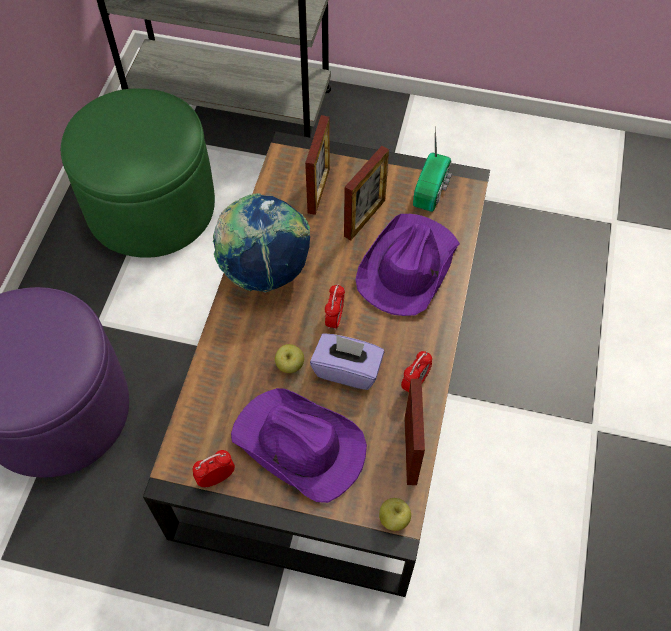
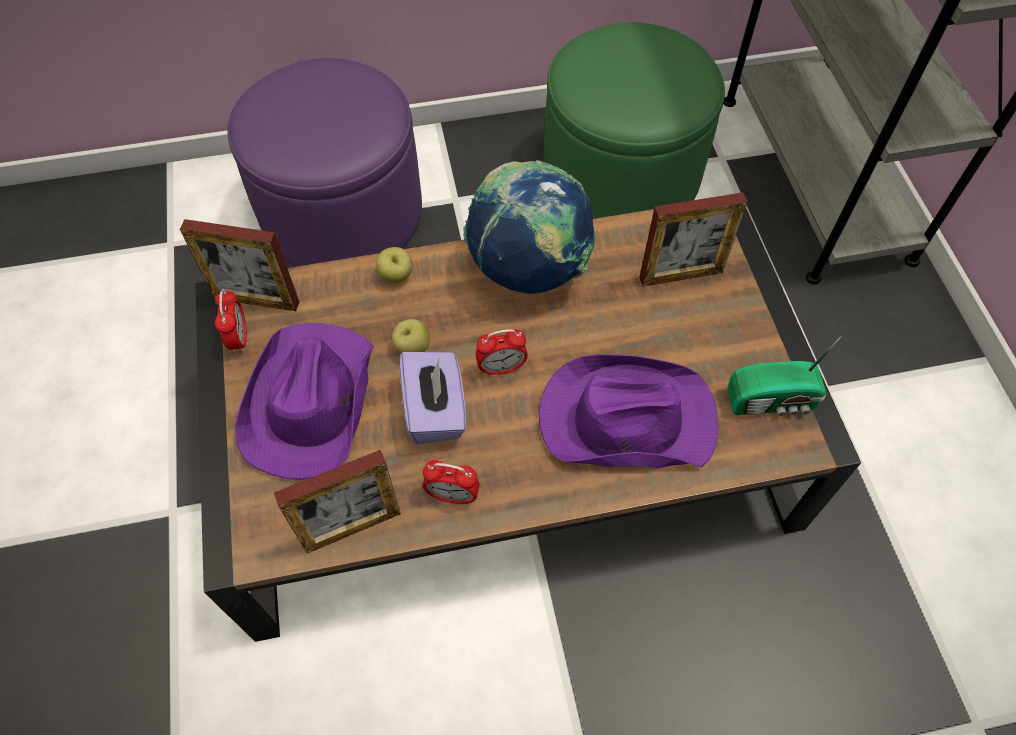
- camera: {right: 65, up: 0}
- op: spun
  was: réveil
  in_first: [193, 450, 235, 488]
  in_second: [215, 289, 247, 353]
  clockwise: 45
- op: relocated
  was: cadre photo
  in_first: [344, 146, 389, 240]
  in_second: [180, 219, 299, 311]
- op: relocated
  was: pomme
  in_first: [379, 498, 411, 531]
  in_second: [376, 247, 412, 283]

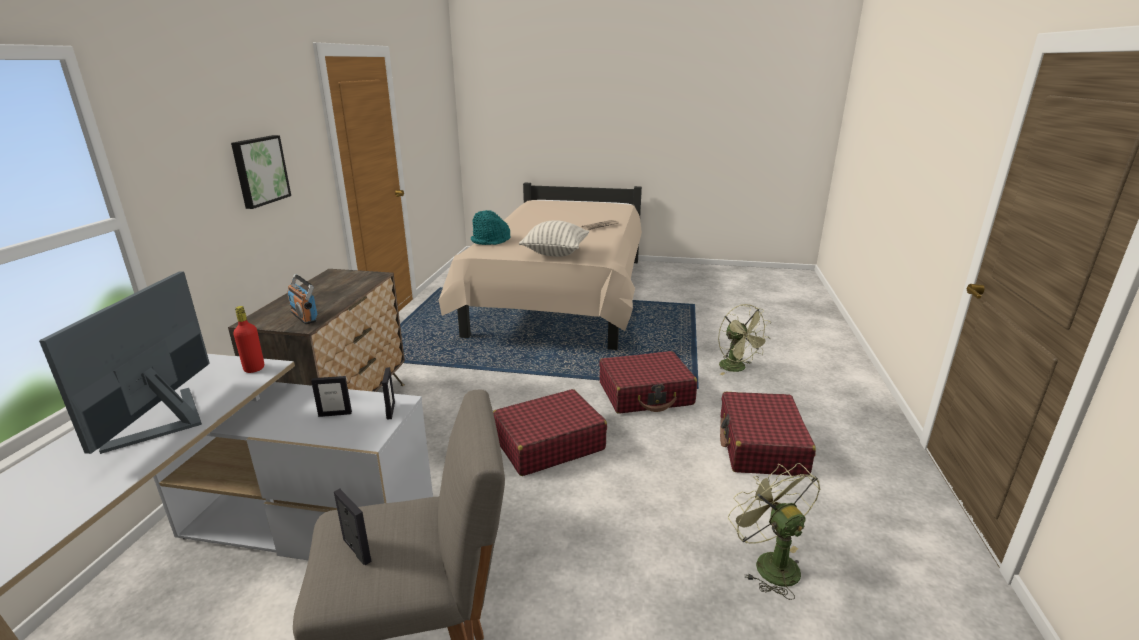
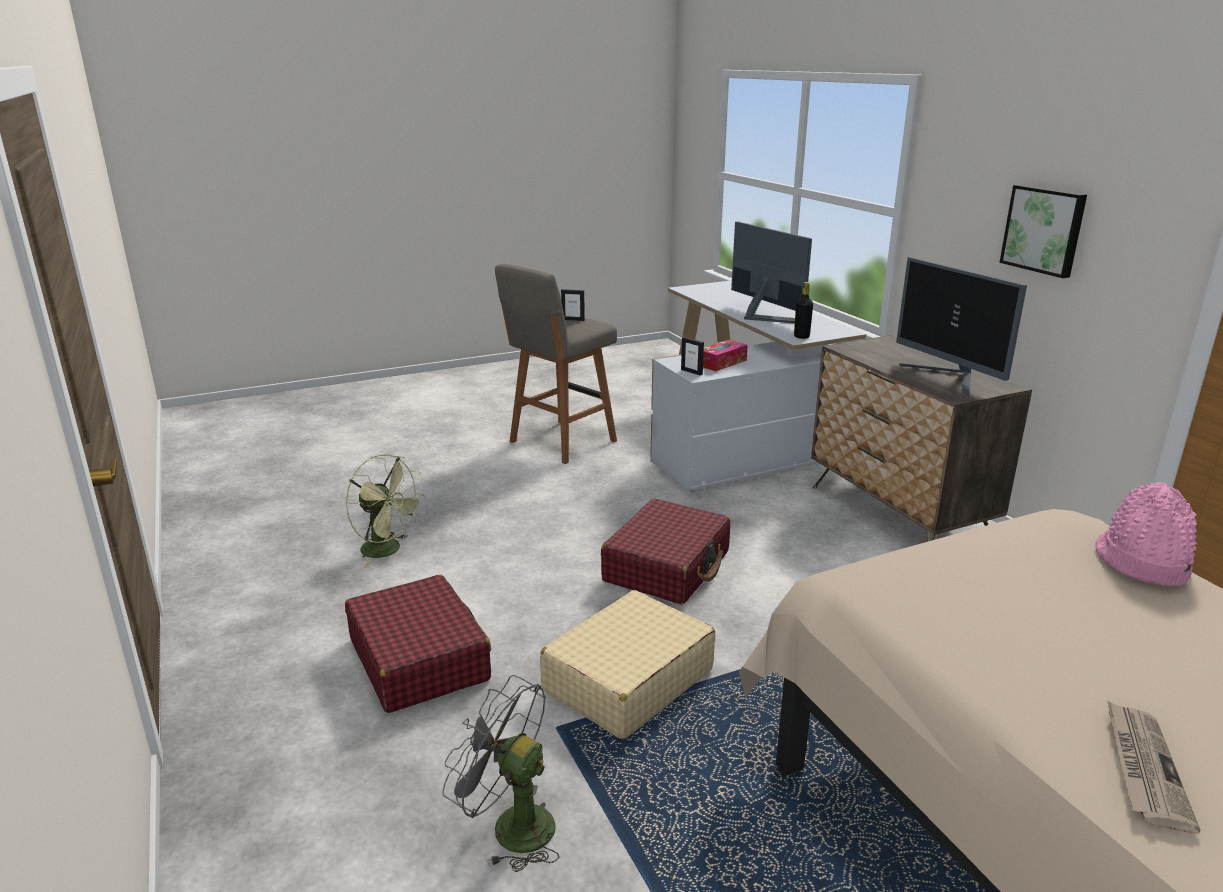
- camera: {right: 145, up: 0}
- op: colour
  was: bouteille [rouge]
  now: bouteille [noir]
  in_first: [233, 306, 264, 373]
  in_second: [794, 282, 813, 339]
- op: missing
  was: radio
  in_first: [287, 274, 317, 325]
- op: exchanged
  was: cadre photo
  now: boîte à mouchoirs
  in_first: [311, 376, 352, 417]
  in_second: [703, 340, 748, 371]
- op: colour
  was: chapeau [turquoise]
  now: chapeau [rose]
  in_first: [471, 210, 510, 245]
  in_second: [1095, 482, 1197, 586]
- op: missing
  was: coussin
  in_first: [519, 220, 589, 257]
- op: colour
  was: valise [rouge]
  now: valise [beige]
  in_first: [599, 351, 697, 414]
  in_second: [540, 590, 715, 739]
- op: colour
  was: ventilateur [vert]
  now: ventilateur [gris]
  in_first: [718, 304, 771, 375]
  in_second: [443, 675, 559, 872]
- op: appeared
  now: écran d'ordinateur
  in_second: [896, 257, 1027, 395]

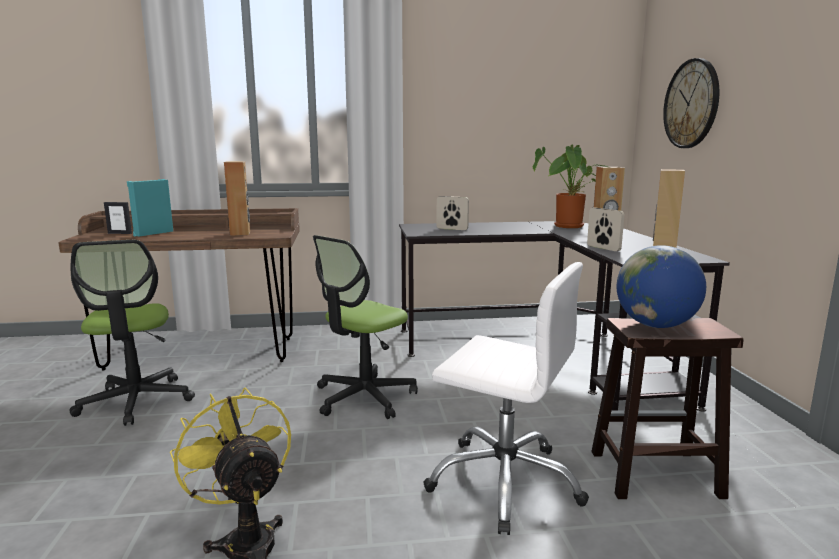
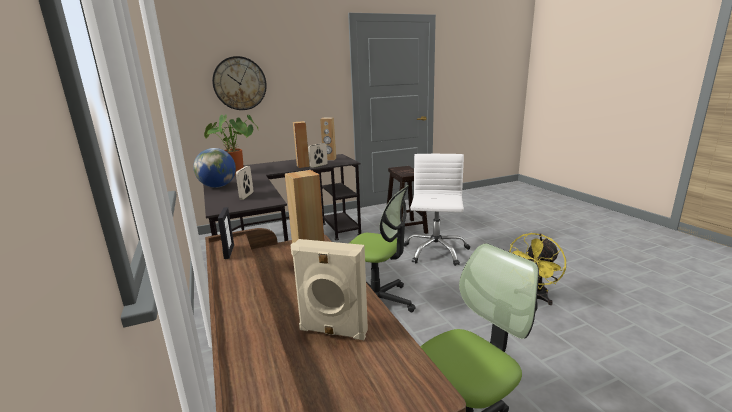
- camera: {right: -105, up: 5}
- op: relocated
  was: cadre photo
  in_first: [104, 202, 132, 234]
  in_second: [218, 207, 234, 259]
- op: colour
  was: enceinte [turquoise]
  now: enceinte [beige]
  in_first: [127, 179, 173, 237]
  in_second: [290, 239, 368, 340]
- op: relocated
  was: globe
  in_first: [617, 245, 706, 328]
  in_second: [193, 148, 236, 188]

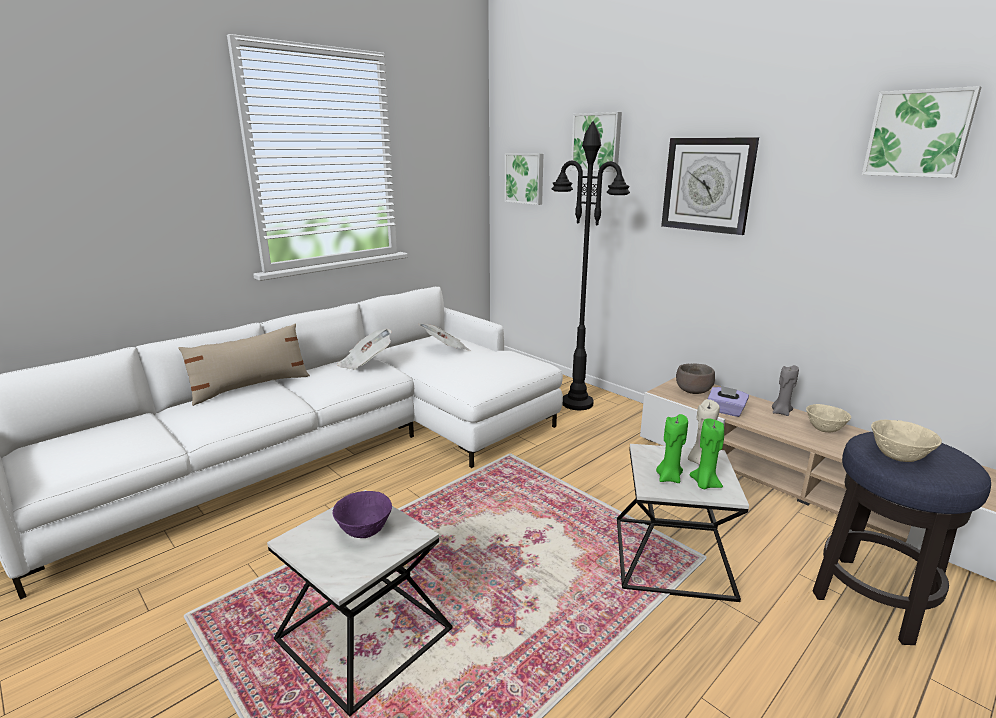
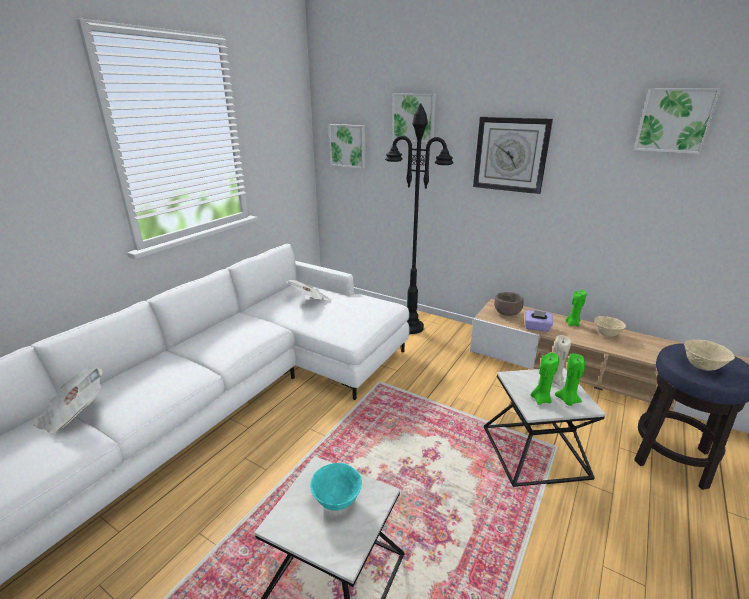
- camera: {right: -15, up: 5}
- op: missing
  was: coussin [beige]
  in_first: [178, 324, 310, 406]
- op: colour
  was: bol [violet]
  now: bol [turquoise]
  in_first: [333, 491, 392, 538]
  in_second: [310, 463, 362, 511]
- op: relocated
  was: journal
  in_first: [337, 329, 392, 370]
  in_second: [33, 368, 103, 434]
- op: colour
  was: bougie [gris]
  now: bougie [vert]
  in_first: [772, 365, 799, 416]
  in_second: [566, 290, 587, 326]

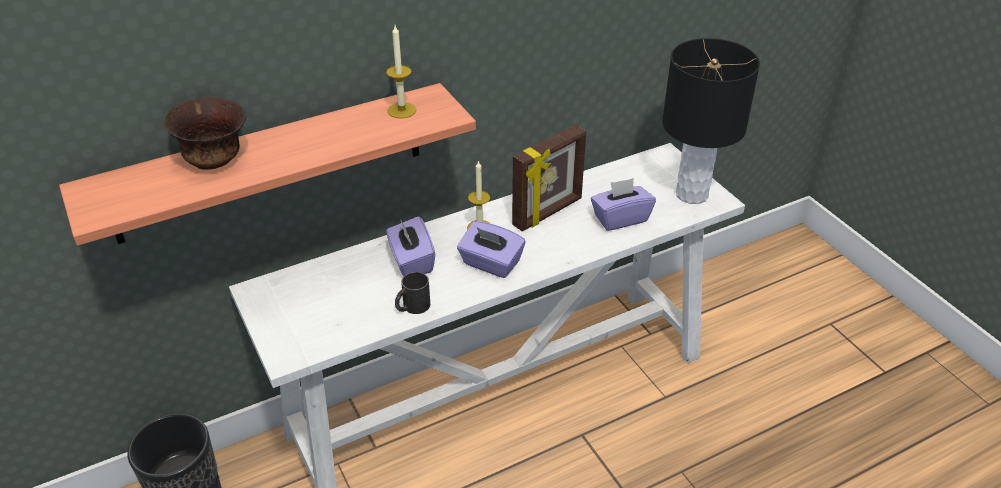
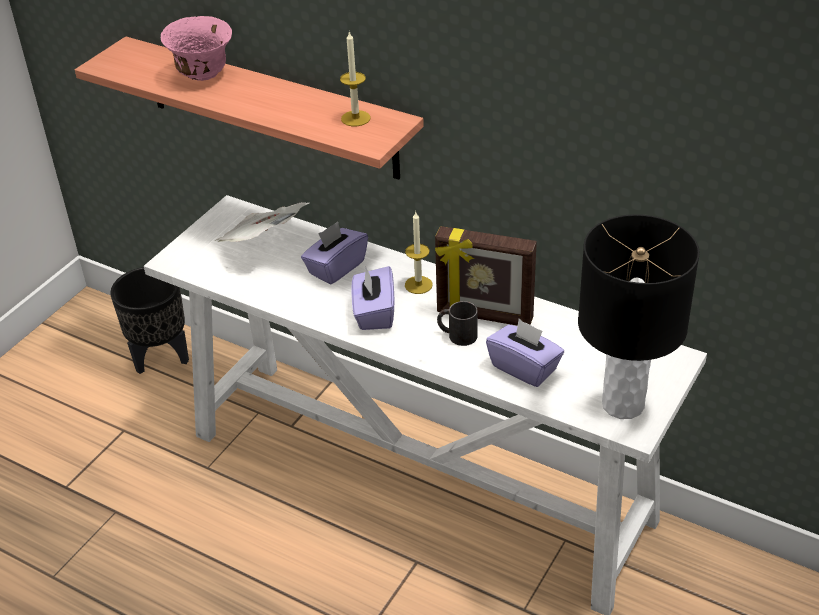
- camera: {right: 60, up: 0}
- op: colour
  was: bol [marron]
  now: bol [rose]
  in_first: [163, 97, 246, 170]
  in_second: [161, 16, 232, 81]
- op: relocated
  was: mug [noir]
  in_first: [395, 272, 430, 314]
  in_second: [437, 301, 478, 346]
- op: appeared
  now: journal
  in_second: [215, 202, 309, 242]

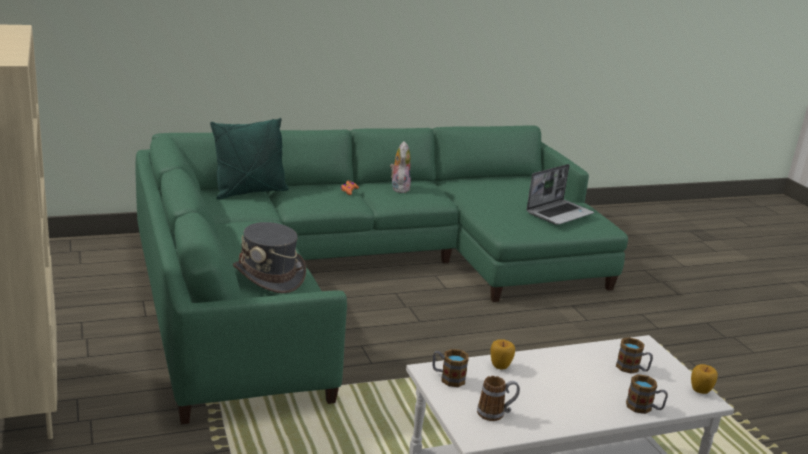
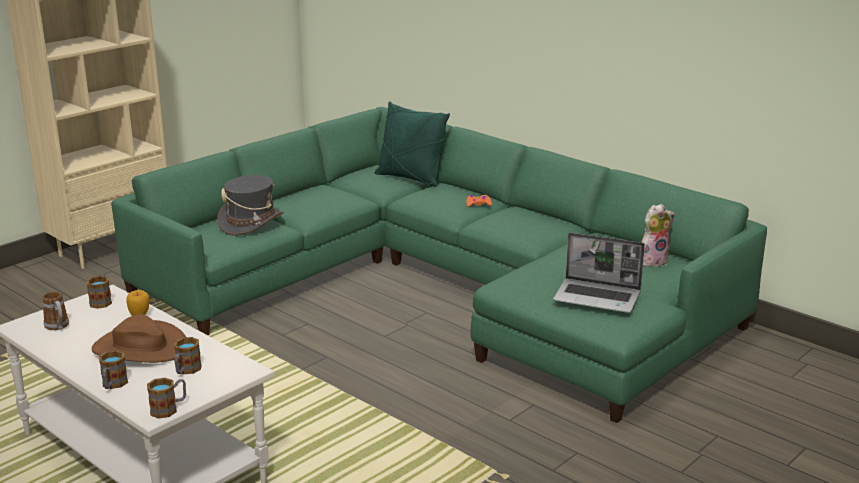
- camera: {right: 65, up: 0}
- op: relocated
  was: peluche
  in_first: [390, 141, 411, 193]
  in_second: [641, 204, 675, 267]
- op: exchanged
  was: pomme
  now: mug
  in_first: [691, 364, 718, 394]
  in_second: [147, 378, 186, 419]
- op: appeared
  now: chapeau [marron]
  in_second: [92, 314, 186, 363]

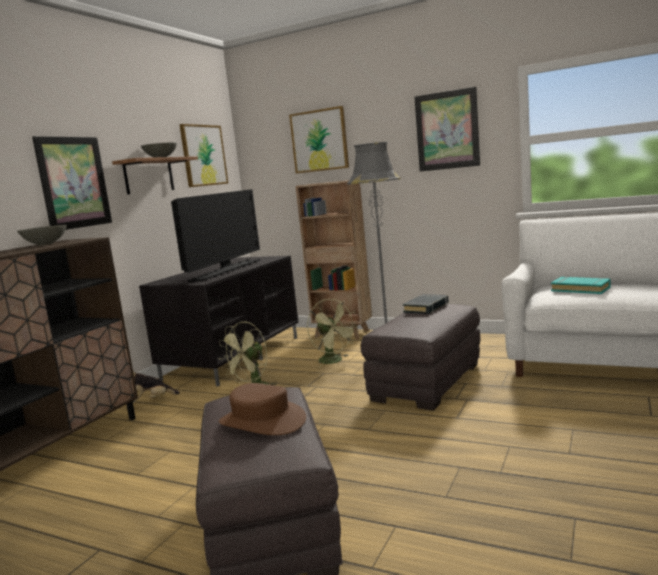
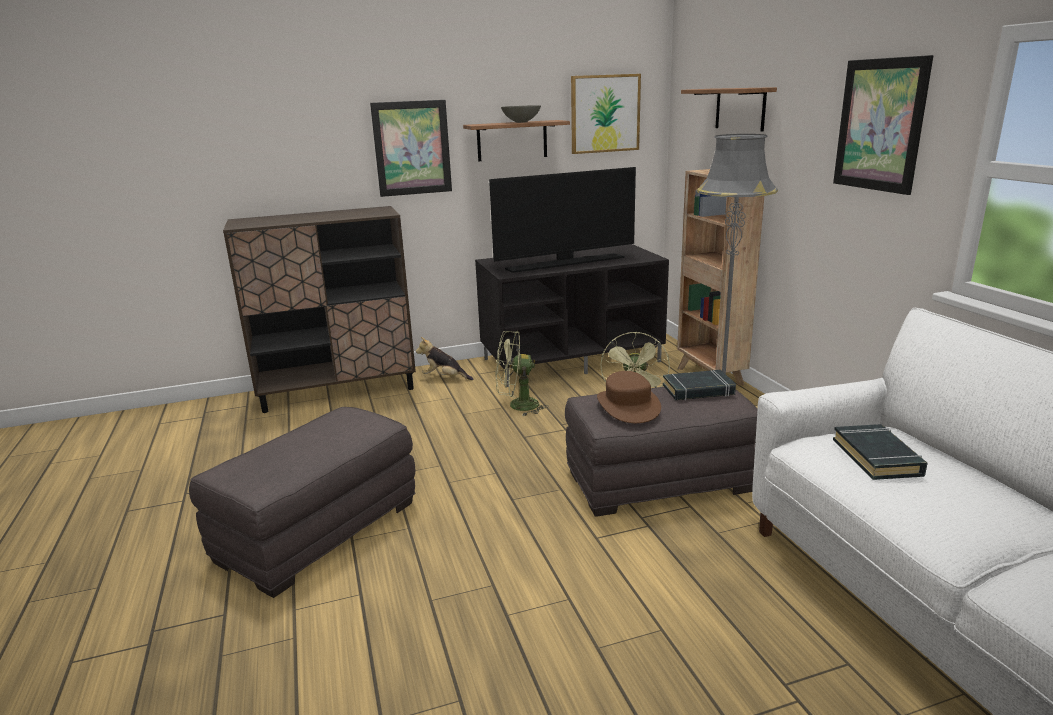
- camera: {right: 45, up: 10}
- op: missing
  was: bol [gris]
  in_first: [17, 225, 67, 246]
- op: relocated
  was: chapeau [marron]
  in_first: [219, 383, 306, 435]
  in_second: [597, 371, 661, 423]
- op: exchanged
  was: tableau
  now: étagère
  in_first: [289, 106, 349, 173]
  in_second: [681, 87, 777, 132]
- op: colour
  was: livre [turquoise]
  now: livre [noir]
  in_first: [551, 276, 611, 294]
  in_second: [833, 424, 928, 480]

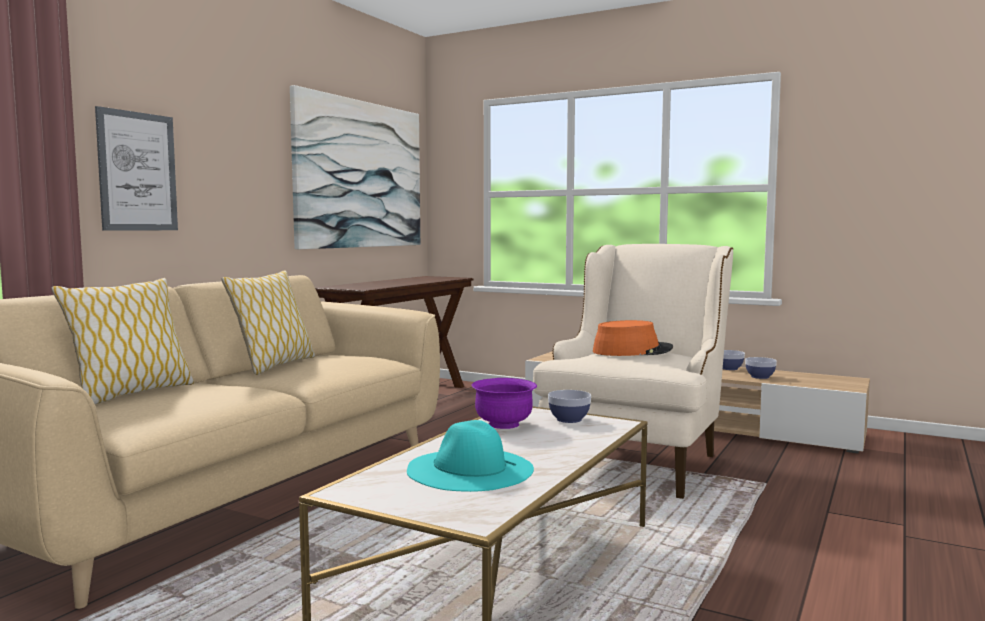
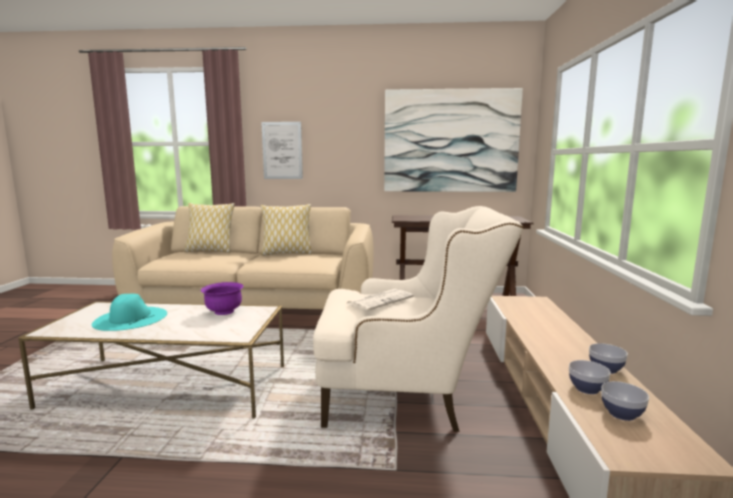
- camera: {right: 65, up: 5}
- op: relocated
  was: bol
  in_first: [548, 390, 591, 423]
  in_second: [601, 381, 649, 421]
- op: exchanged
  was: chapeau [orange]
  now: journal
  in_first: [593, 320, 673, 356]
  in_second: [346, 289, 414, 311]

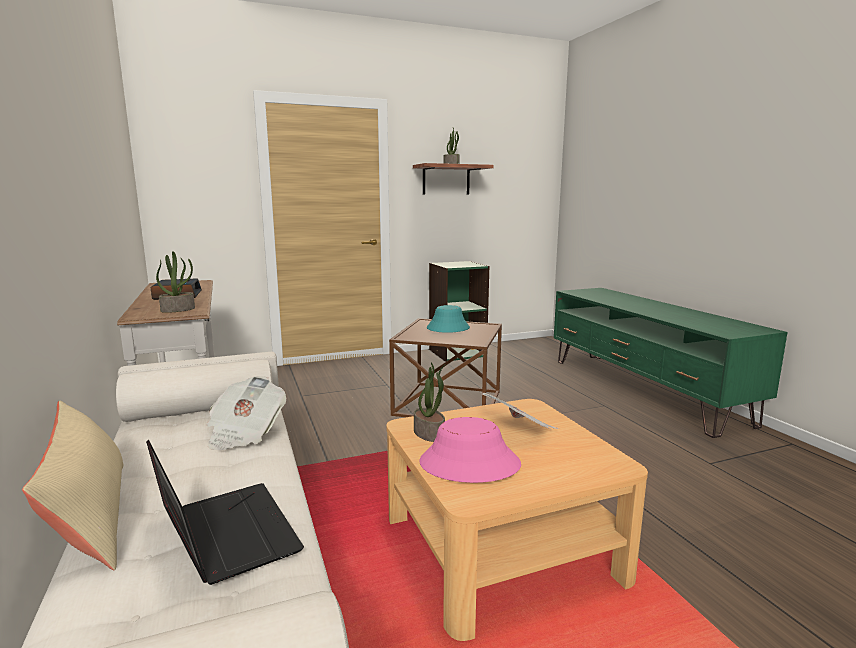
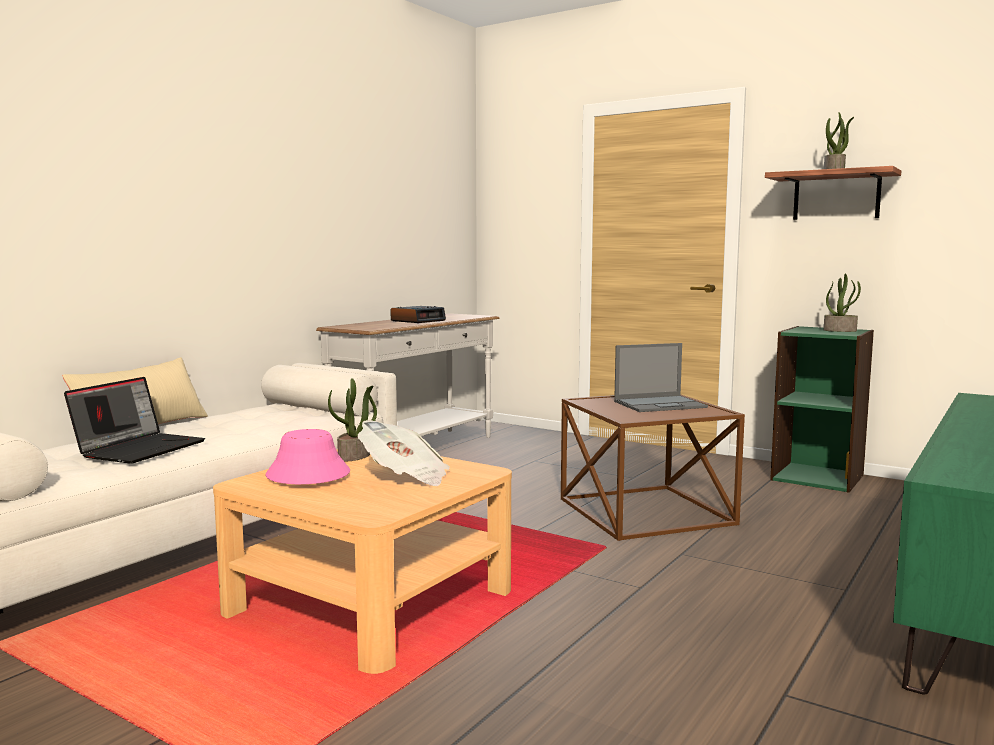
- camera: {right: 55, up: -5}
- op: relocated
  was: plante en pot
  in_first: [156, 251, 195, 313]
  in_second: [824, 273, 861, 332]
- op: missing
  was: journal
  in_first: [207, 376, 286, 450]
- op: exchanged
  was: chapeau [turquoise]
  now: ordinateur portable
  in_first: [427, 305, 470, 333]
  in_second: [614, 343, 708, 412]

